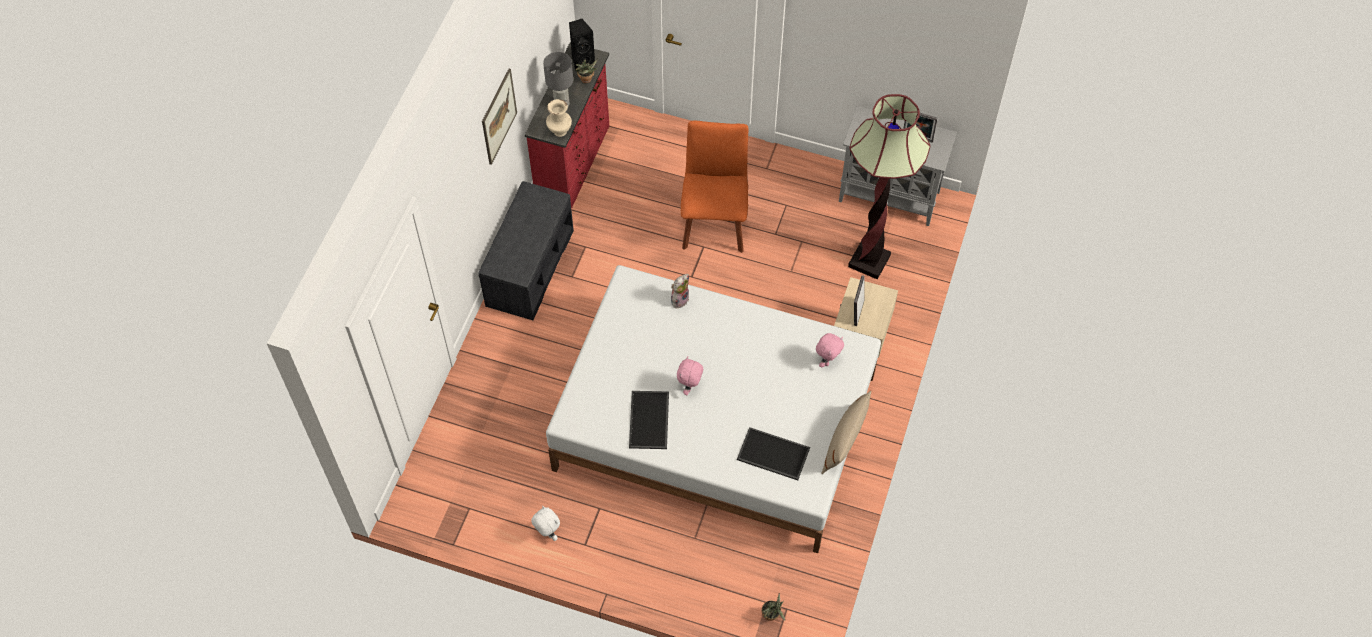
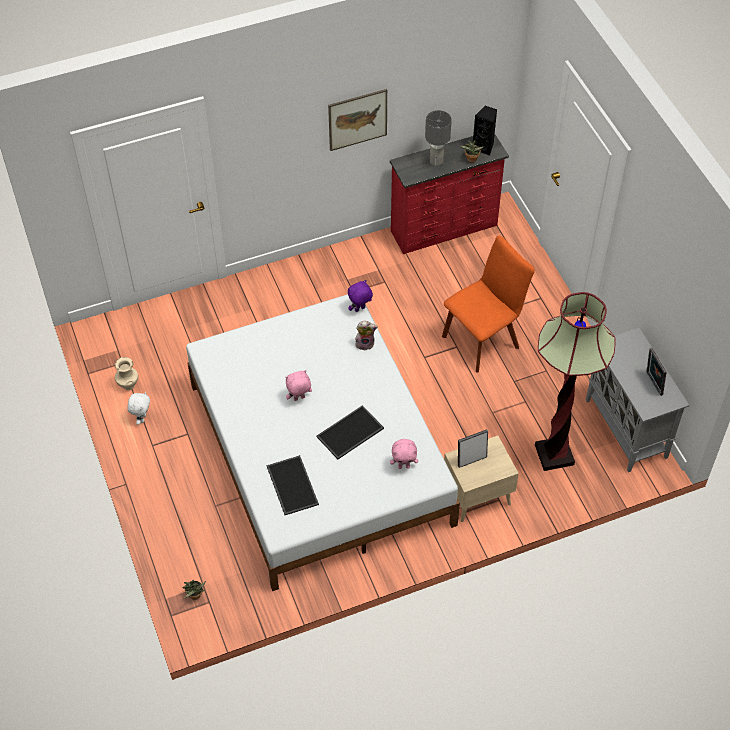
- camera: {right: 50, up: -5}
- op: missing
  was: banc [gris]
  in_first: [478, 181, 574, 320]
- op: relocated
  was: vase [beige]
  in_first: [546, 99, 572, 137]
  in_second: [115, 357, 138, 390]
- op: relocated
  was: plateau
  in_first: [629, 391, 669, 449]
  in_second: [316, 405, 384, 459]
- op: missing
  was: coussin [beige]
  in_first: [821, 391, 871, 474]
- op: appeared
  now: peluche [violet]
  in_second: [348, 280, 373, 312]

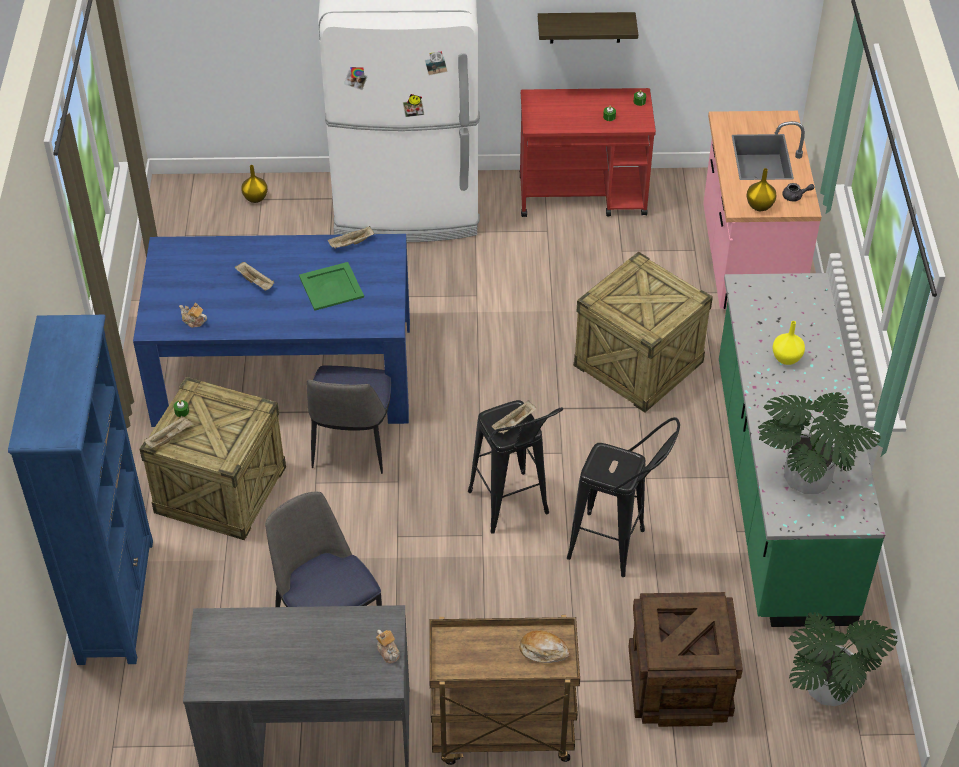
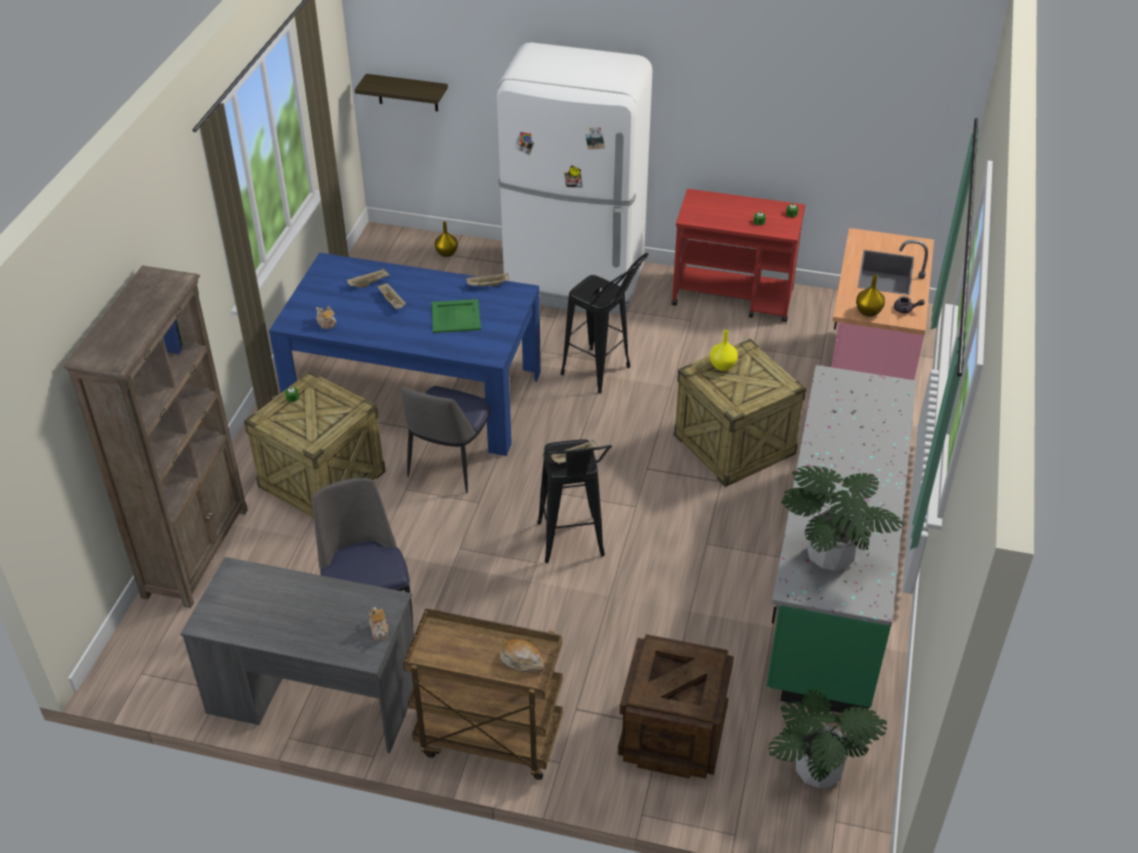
- camera: {right: 15, up: -5}
- op: colour
  was: bibliothèque [bleu]
  now: bibliothèque [marron]
  in_first: [8, 315, 153, 665]
  in_second: [63, 266, 248, 608]
- op: relocated
  was: plateau [beige]
  in_first: [145, 416, 193, 448]
  in_second: [347, 268, 390, 288]
- op: relocated
  was: étagère
  in_first: [538, 12, 638, 43]
  in_second: [355, 74, 448, 111]
- op: relocated
  was: tabouret [noir]
  in_first: [567, 417, 680, 577]
  in_second: [561, 253, 648, 394]
- op: relocated
  was: vase [jaune]
  in_first: [773, 321, 805, 365]
  in_second: [710, 329, 738, 371]

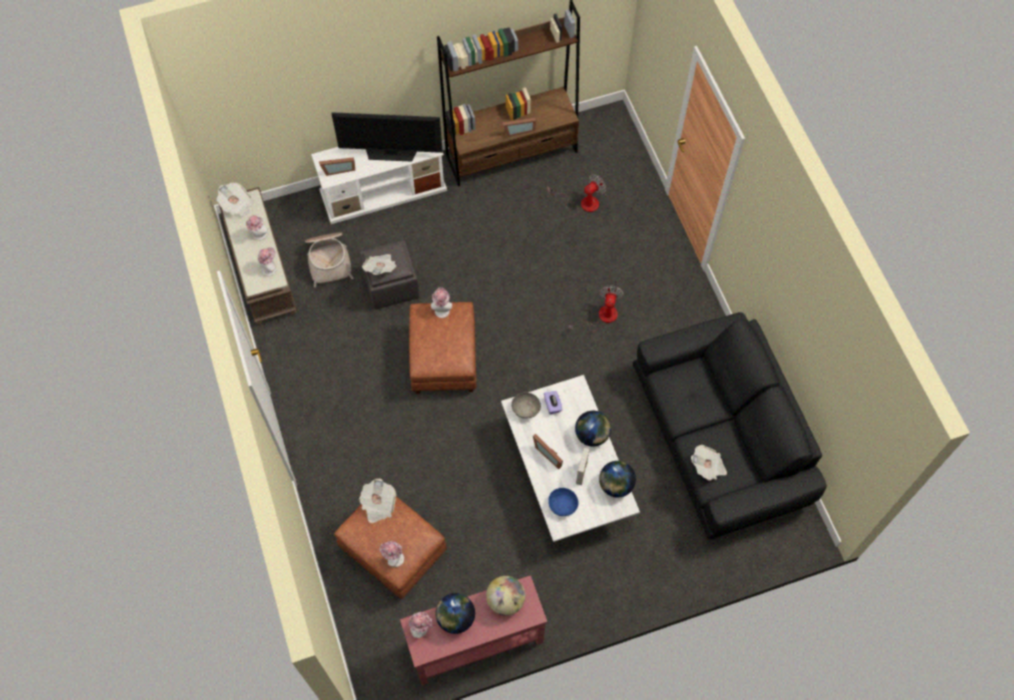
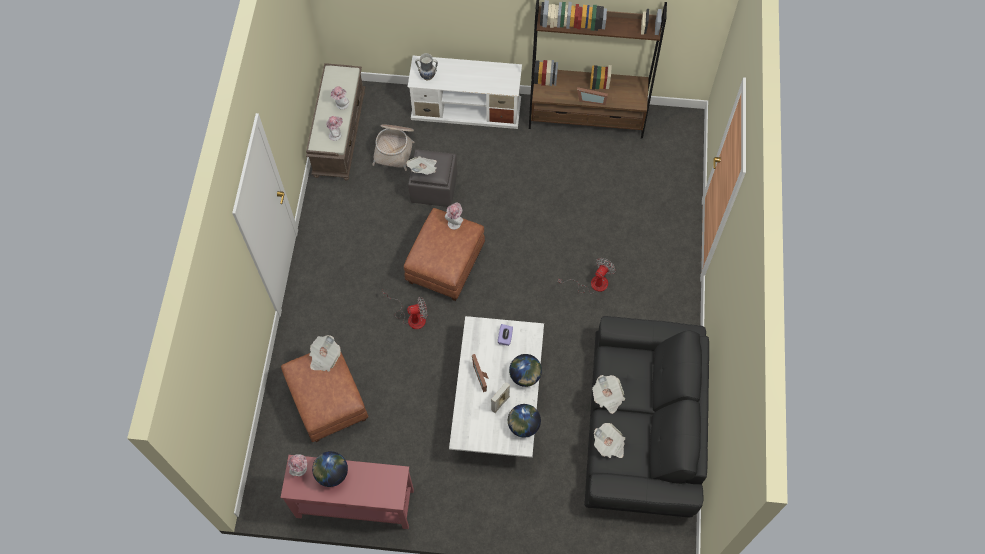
- camera: {right: 25, up: 0}
- op: relocated
  was: journal
  in_first: [217, 182, 254, 218]
  in_second: [592, 375, 625, 414]
- op: exchanged
  was: cadre photo
  now: vase
  in_first: [319, 157, 355, 176]
  in_second: [415, 53, 438, 80]
- op: missing
  was: téléviseur
  in_first: [331, 112, 443, 162]
- op: missing
  was: chapeau
  in_first: [380, 541, 404, 567]
- op: missing
  was: globe
  in_first: [486, 576, 525, 616]
- op: missing
  was: bol [gris]
  in_first: [511, 392, 541, 419]
- op: relocated
  was: ventilateur
  in_first: [547, 174, 606, 212]
  in_second: [383, 293, 428, 329]
- op: missing
  was: bol [bleu]
  in_first: [548, 488, 579, 516]

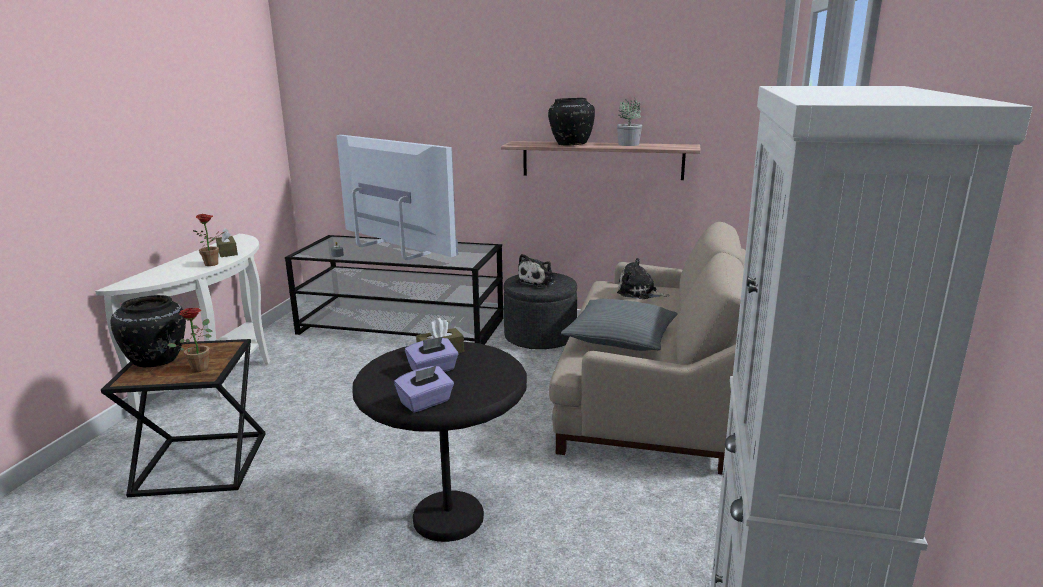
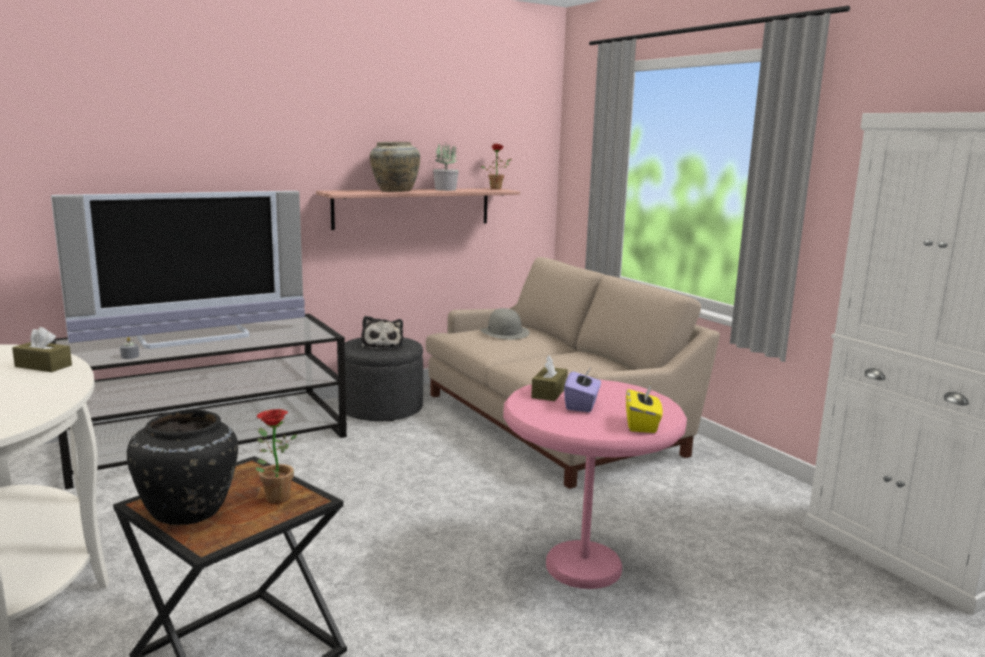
- camera: {right: -45, up: -5}
- op: relocated
  was: plante en pot
  in_first: [193, 214, 224, 266]
  in_second: [481, 144, 512, 189]
- op: spun
  was: téléviseur
  in_first: [336, 135, 458, 260]
  in_second: [51, 191, 305, 349]
  clockwise: 150
- op: colour
  was: table d'appoint [noir]
  now: table d'appoint [rose]
  in_first: [353, 342, 527, 542]
  in_second: [503, 379, 687, 589]
- op: colour
  was: boîte à mouchoirs [violet]
  now: boîte à mouchoirs [jaune]
  in_first: [394, 366, 454, 412]
  in_second: [626, 384, 663, 433]
- op: colour
  was: vase [noir]
  now: vase [beige]
  in_first: [548, 98, 595, 146]
  in_second: [370, 142, 420, 192]
- op: missing
  was: coussin [gris]
  in_first: [561, 299, 677, 351]
- op: exchanged
  was: peluche
  now: chapeau [gris]
  in_first: [617, 258, 669, 299]
  in_second: [480, 308, 529, 340]

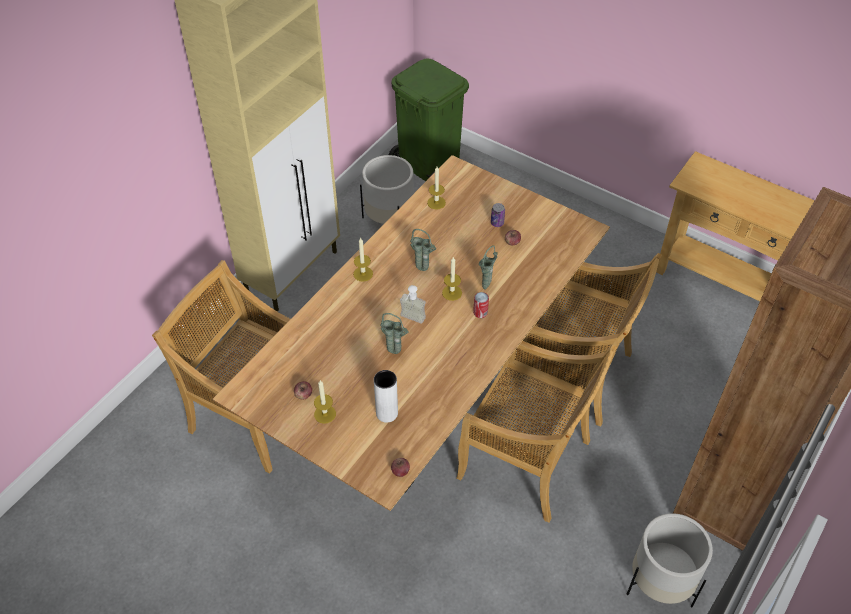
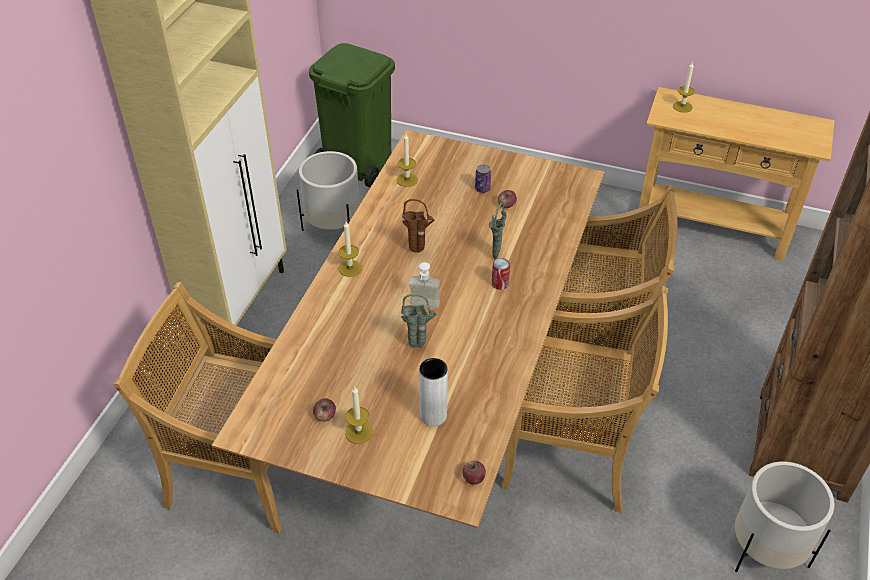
- camera: {right: -15, up: -5}
- op: colour
  was: vase [vert]
  now: vase [marron]
  in_first: [410, 229, 436, 271]
  in_second: [402, 199, 434, 252]
- op: relocated
  was: bougie
  in_first: [442, 257, 462, 301]
  in_second: [673, 62, 695, 113]

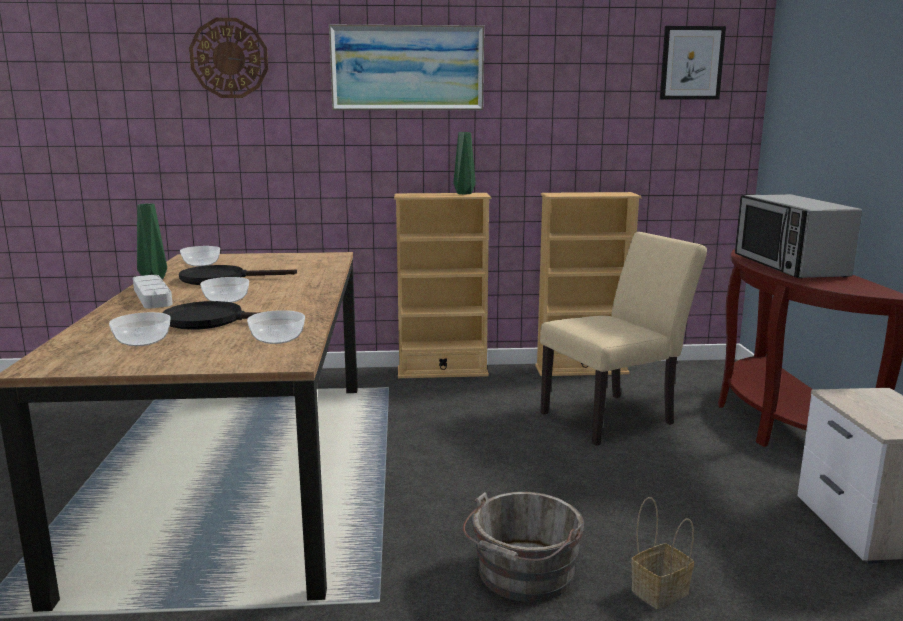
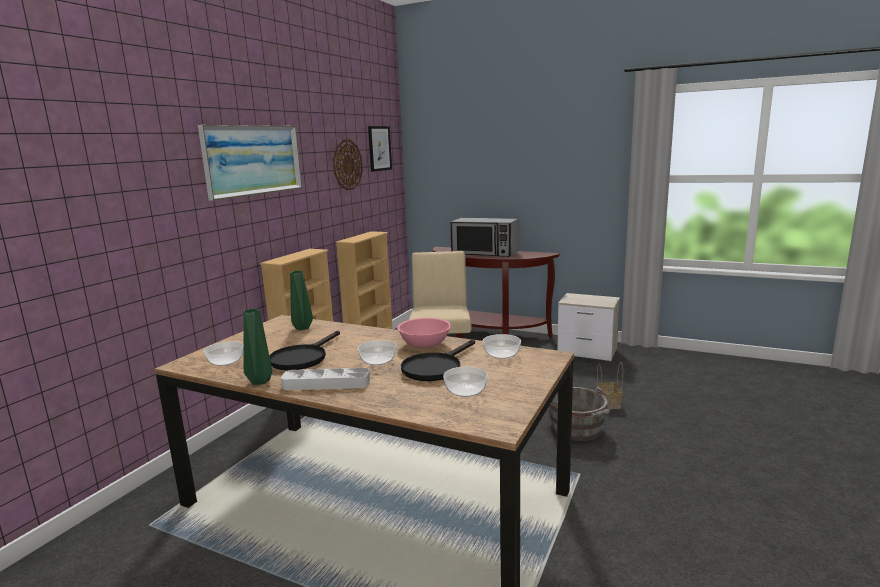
- camera: {right: -60, up: 0}
- op: relocated
  was: horloge murale
  in_first: [189, 18, 268, 98]
  in_second: [333, 140, 363, 190]
- op: relocated
  was: vase [vert]
  in_first: [453, 132, 476, 195]
  in_second: [290, 271, 313, 330]
- op: appeared
  now: bol [rose]
  in_second: [397, 318, 451, 348]

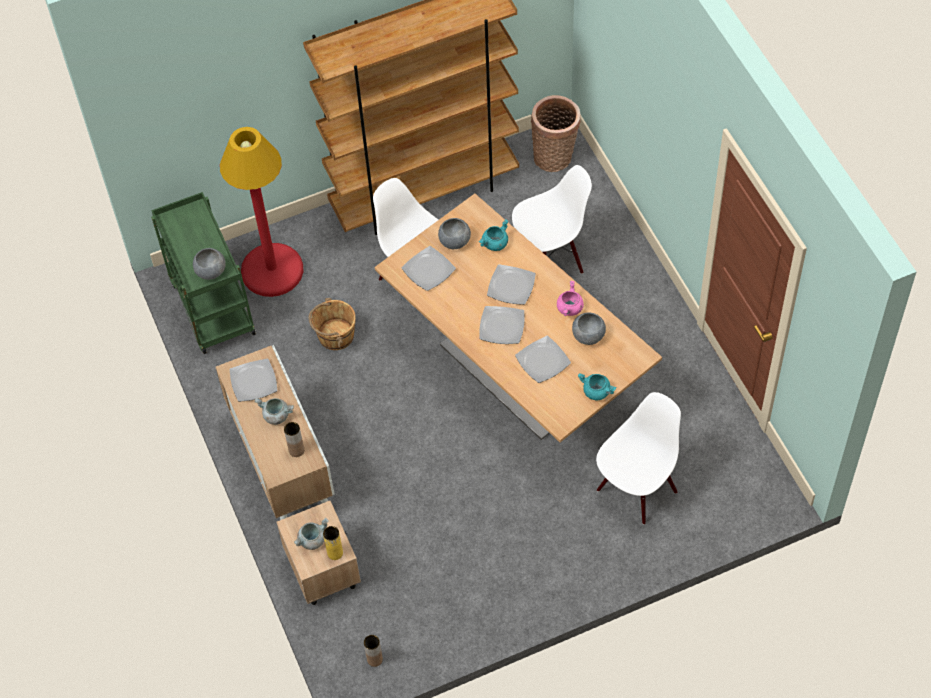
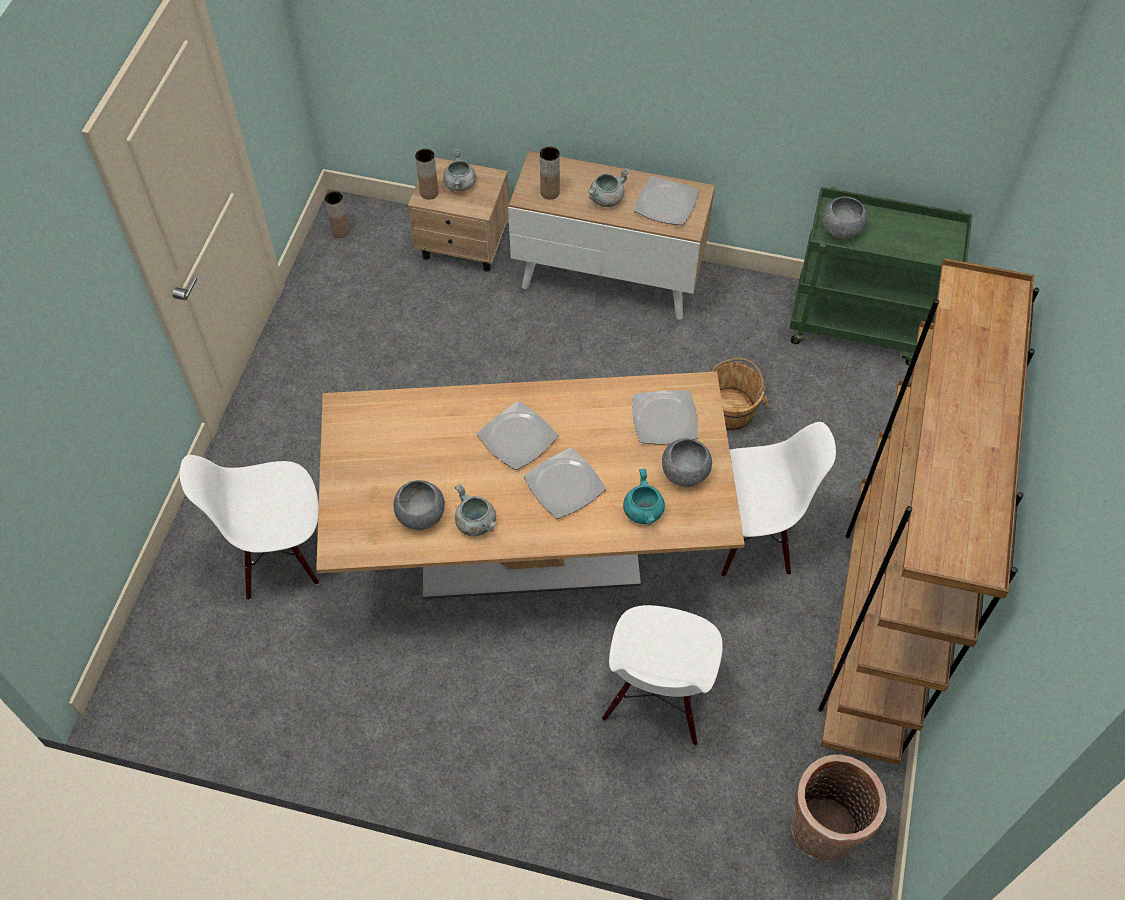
- camera: {right: 125, up: 0}
- op: missing
  was: lampadaire [rouge]
  in_first: [220, 127, 303, 297]
- op: colour
  was: vase [jaune]
  now: vase [marron]
  in_first: [323, 526, 343, 560]
  in_second: [415, 149, 438, 200]
- op: missing
  was: assiette
  in_first: [515, 336, 571, 383]
- op: colour
  was: marmite [rose]
  now: marmite [gris]
  in_first: [557, 281, 584, 316]
  in_second: [455, 484, 497, 536]
- op: missing
  was: marmite [turquoise]
  in_first: [578, 373, 616, 400]
- op: spun
  was: chaise [blanc]
  in_first: [596, 392, 681, 525]
  in_second: [180, 455, 319, 600]
  clockwise: 90

